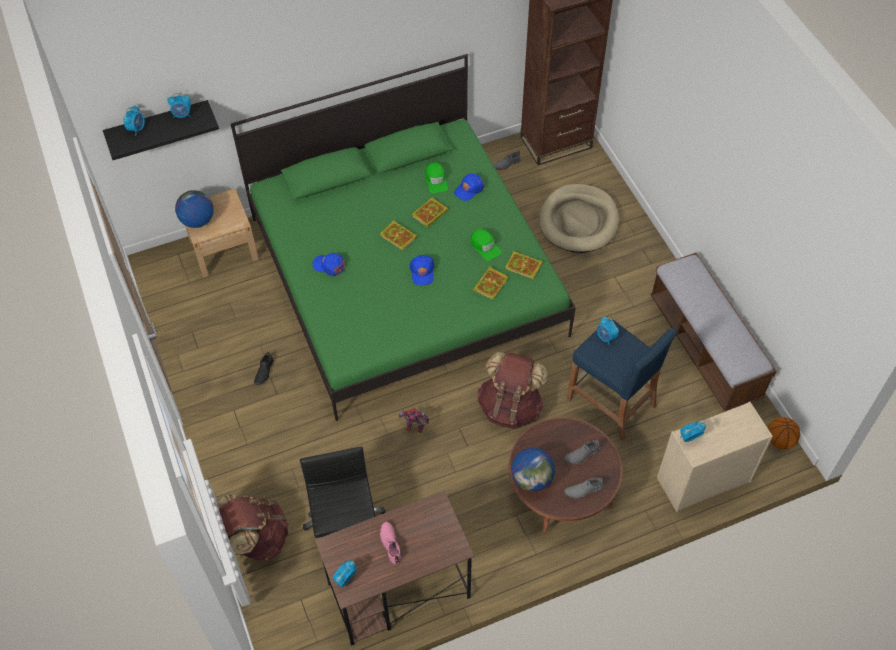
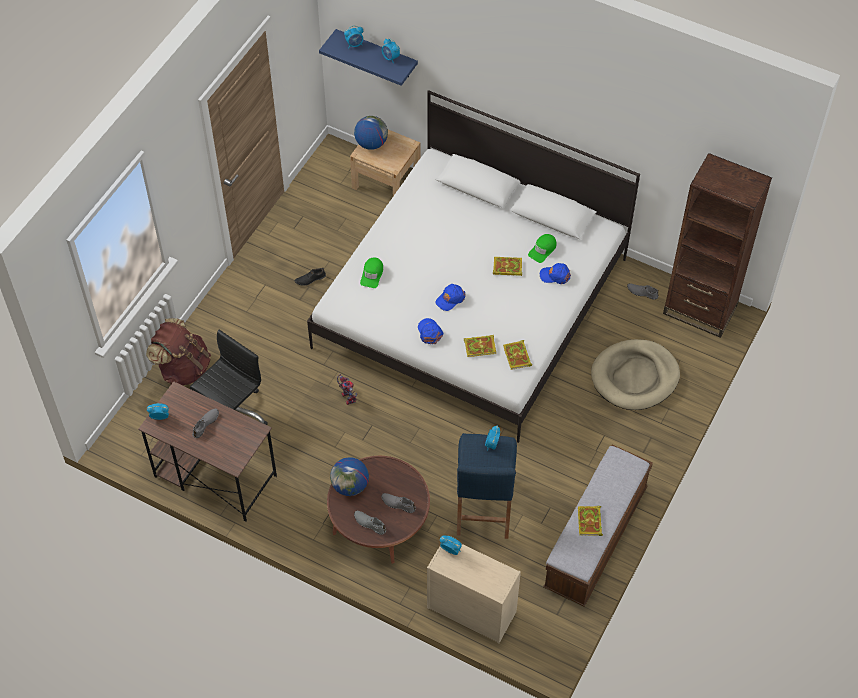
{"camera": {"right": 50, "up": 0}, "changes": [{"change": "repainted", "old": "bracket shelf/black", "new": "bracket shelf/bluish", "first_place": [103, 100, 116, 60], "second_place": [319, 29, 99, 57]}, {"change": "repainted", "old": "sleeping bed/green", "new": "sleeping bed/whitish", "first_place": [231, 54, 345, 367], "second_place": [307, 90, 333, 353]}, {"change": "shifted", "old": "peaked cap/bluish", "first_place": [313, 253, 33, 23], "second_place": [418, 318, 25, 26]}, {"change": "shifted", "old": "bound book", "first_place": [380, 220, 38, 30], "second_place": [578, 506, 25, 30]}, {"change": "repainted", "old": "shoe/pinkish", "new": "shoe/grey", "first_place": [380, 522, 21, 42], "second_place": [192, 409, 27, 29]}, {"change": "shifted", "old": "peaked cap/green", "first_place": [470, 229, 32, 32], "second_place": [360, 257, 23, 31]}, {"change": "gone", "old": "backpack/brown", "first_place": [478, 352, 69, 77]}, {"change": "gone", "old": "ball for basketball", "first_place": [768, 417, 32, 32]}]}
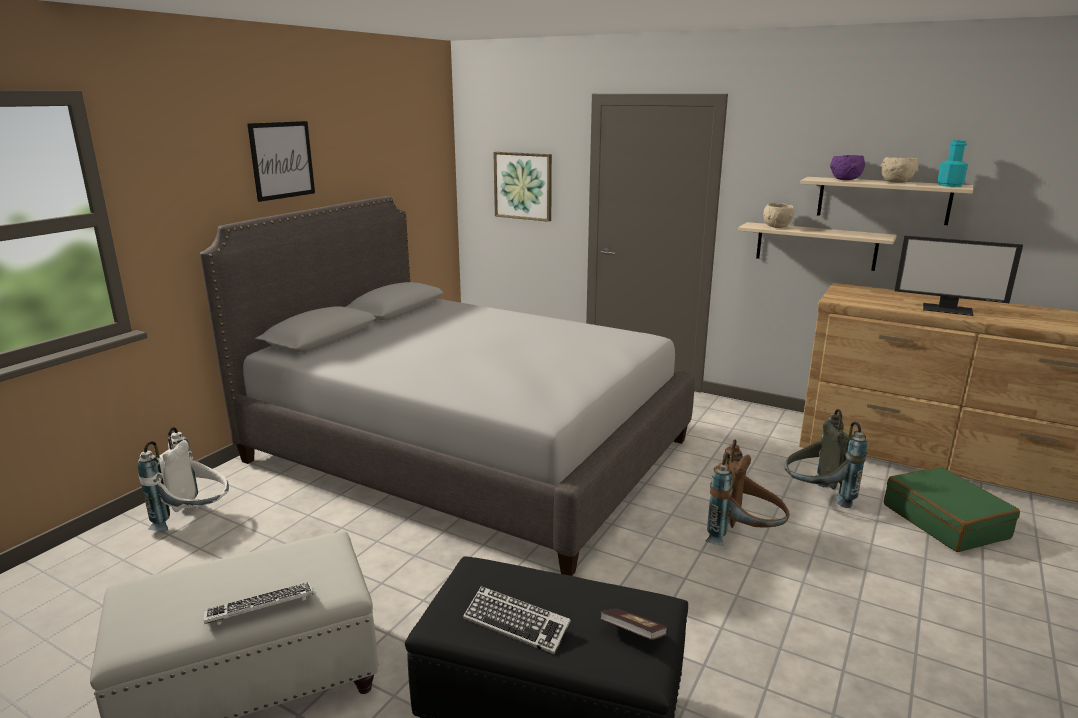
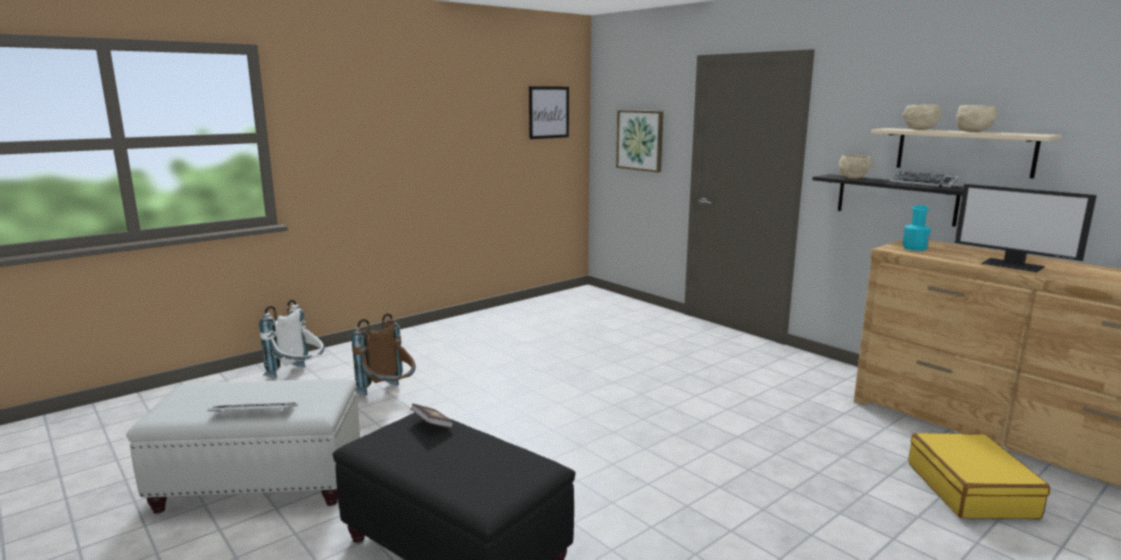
{"camera": {"right": 20, "up": -5}, "changes": [{"change": "gone", "old": "sleeping bed/grey", "first_place": [200, 196, 495, 380]}, {"change": "shifted", "old": "picture", "first_place": [247, 121, 68, 81], "second_place": [529, 86, 40, 53]}, {"change": "shifted", "old": "PC keyboard", "first_place": [463, 586, 108, 69], "second_place": [890, 171, 69, 17]}, {"change": "shifted", "old": "bound book", "first_place": [600, 609, 68, 31], "second_place": [410, 403, 44, 25]}, {"change": "shifted", "old": "backpack/brown", "first_place": [706, 440, 84, 106], "second_place": [352, 313, 64, 82]}, {"change": "repainted", "old": "bracket shelf/beige-coloured", "new": "bracket shelf/black", "first_place": [738, 222, 159, 49], "second_place": [812, 174, 152, 53]}, {"change": "gone", "old": "backpack/grey", "first_place": [785, 409, 82, 99]}, {"change": "repainted", "old": "deep dish/purplish", "new": "deep dish/beige-coloured", "first_place": [830, 155, 35, 25], "second_place": [903, 104, 39, 26]}, {"change": "repainted", "old": "travel case/green", "new": "travel case/yellow", "first_place": [884, 466, 136, 86], "second_place": [908, 433, 142, 86]}, {"change": "shifted", "old": "drink bottle/turquoise", "first_place": [937, 140, 31, 47], "second_place": [902, 205, 29, 46]}]}
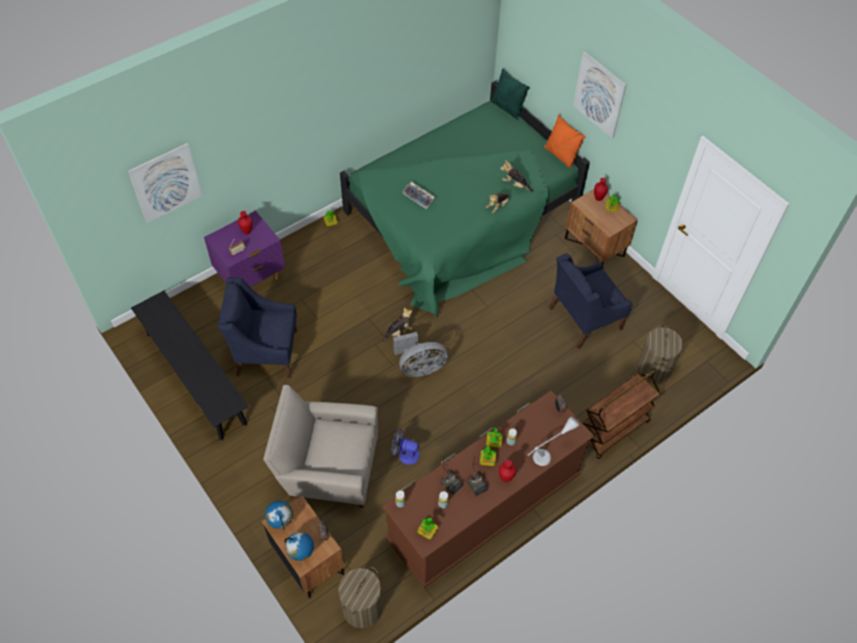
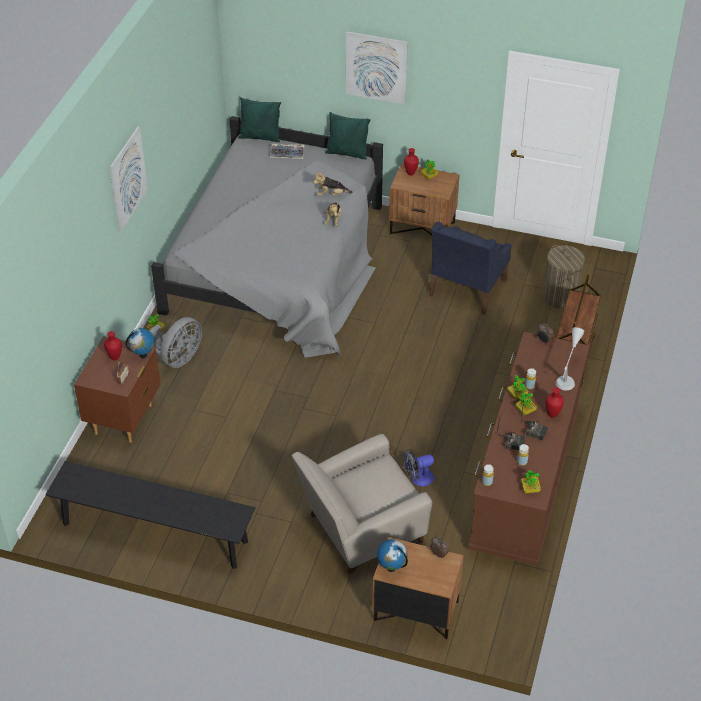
{"camera": {"right": -35, "up": -10}, "changes": [{"change": "shifted", "old": "picture", "first_place": [128, 143, 74, 80], "second_place": [110, 126, 38, 105]}, {"change": "repainted", "old": "bedside table/purplish", "new": "bedside table/brown", "first_place": [204, 211, 81, 76], "second_place": [74, 336, 86, 107]}, {"change": "gone", "old": "armchair/bluish", "first_place": [218, 277, 79, 101]}, {"change": "shifted", "old": "world globe", "first_place": [285, 532, 29, 29], "second_place": [126, 328, 29, 31]}, {"change": "gone", "old": "hamper", "first_place": [338, 567, 45, 61]}, {"change": "repainted", "old": "sleeping bed/green", "new": "sleeping bed/grey", "first_place": [340, 81, 250, 237], "second_place": [151, 116, 232, 242]}, {"change": "gone", "old": "cuddly toy", "first_place": [383, 308, 30, 34]}, {"change": "shifted", "old": "electric fan/grey", "first_place": [393, 332, 55, 45], "second_place": [149, 317, 53, 51]}, {"change": "shifted", "old": "PC keyboard", "first_place": [402, 182, 33, 27], "second_place": [270, 143, 35, 16]}, {"change": "repainted", "old": "pillow/orange-coloured", "new": "pillow/green", "first_place": [544, 115, 42, 53], "second_place": [325, 112, 45, 47]}]}
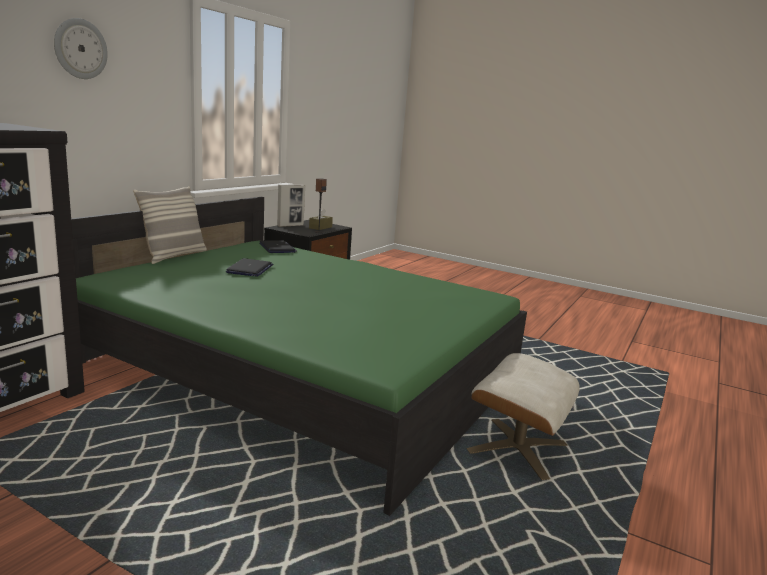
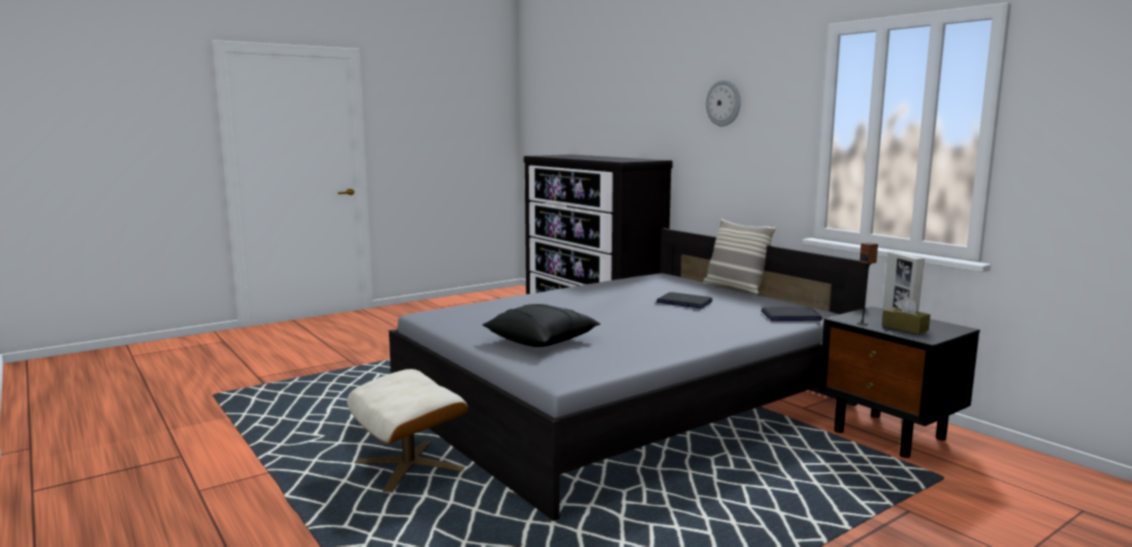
{"camera": {"right": 115, "up": -5}, "changes": [{"change": "repainted", "old": "sleeping bed/green", "new": "sleeping bed/grey", "first_place": [71, 197, 456, 319], "second_place": [389, 228, 477, 293]}, {"change": "new", "new": "pillow/black", "second_place": [482, 304, 118, 43]}]}
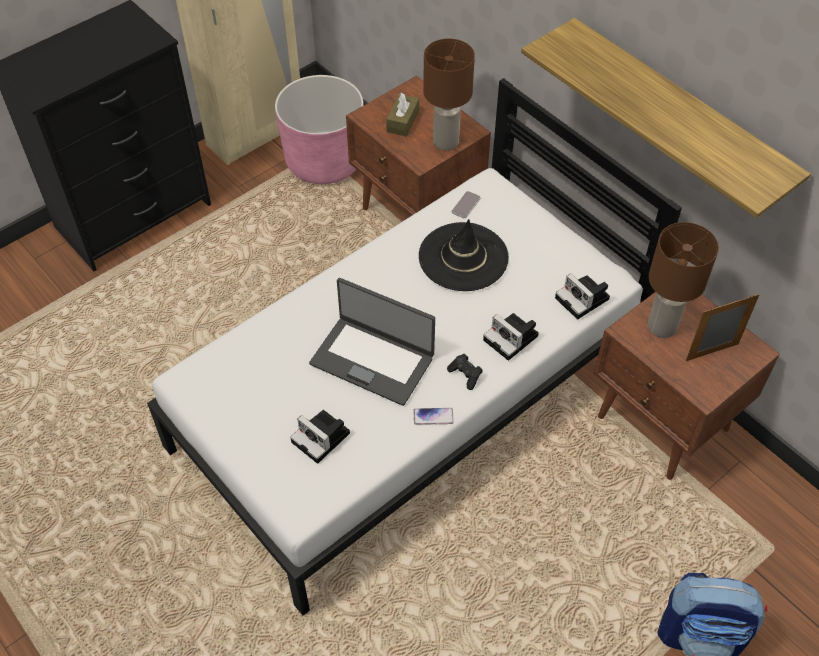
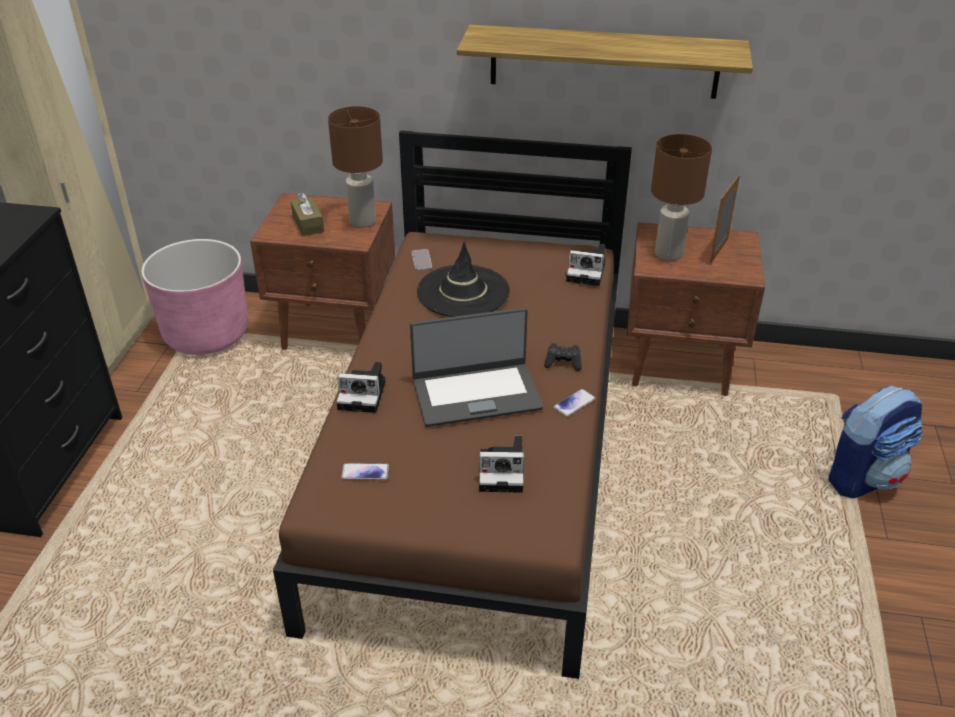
{"camera": {"right": -40, "up": -15}, "changes": [{"change": "repainted", "old": "sleeping bed/whitish", "new": "sleeping bed/brown", "first_place": [147, 78, 535, 537], "second_place": [273, 130, 359, 549]}, {"change": "shifted", "old": "photo camera", "first_place": [483, 313, 56, 48], "second_place": [336, 362, 49, 51]}, {"change": "new", "new": "phone", "second_place": [341, 463, 48, 17]}]}
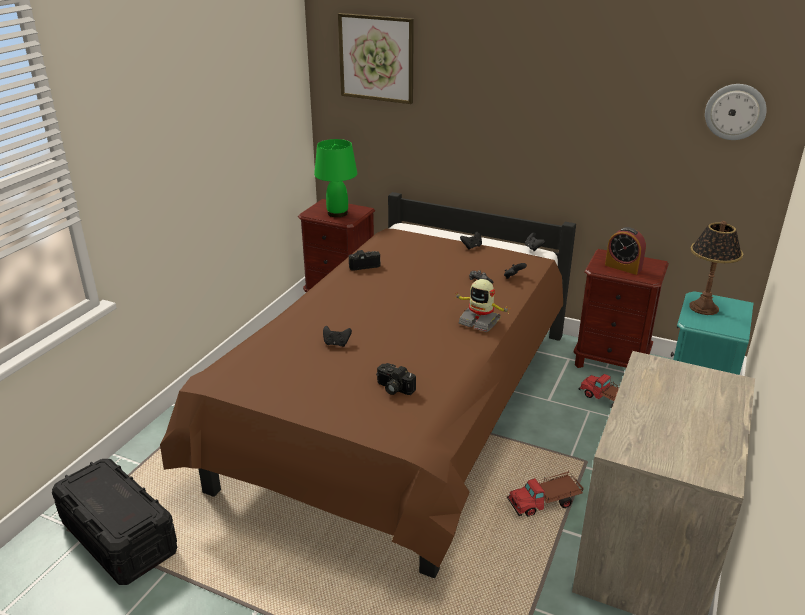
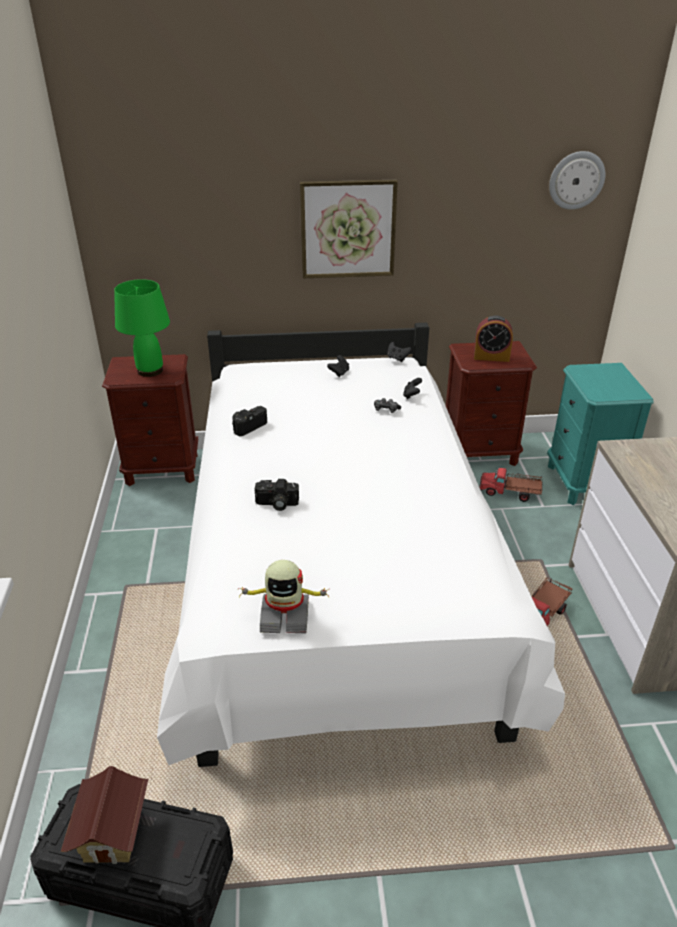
{"camera": {"right": -30, "up": 5}, "changes": [{"change": "repainted", "old": "sleeping bed/brown", "new": "sleeping bed/whitish", "first_place": [160, 192, 416, 386], "second_place": [157, 323, 408, 444]}, {"change": "gone", "old": "game controller/black", "first_place": [323, 326, 29, 21]}, {"change": "shifted", "old": "picture", "first_place": [338, 13, 76, 91], "second_place": [300, 180, 98, 98]}, {"change": "shifted", "old": "photo camera", "first_place": [376, 363, 40, 32], "second_place": [255, 479, 44, 32]}, {"change": "shifted", "old": "robot figure", "first_place": [454, 279, 57, 53], "second_place": [237, 560, 93, 74]}, {"change": "gone", "old": "lamp for a table", "first_place": [689, 221, 55, 94]}, {"change": "new", "new": "model house", "second_place": [61, 766, 87, 98]}]}
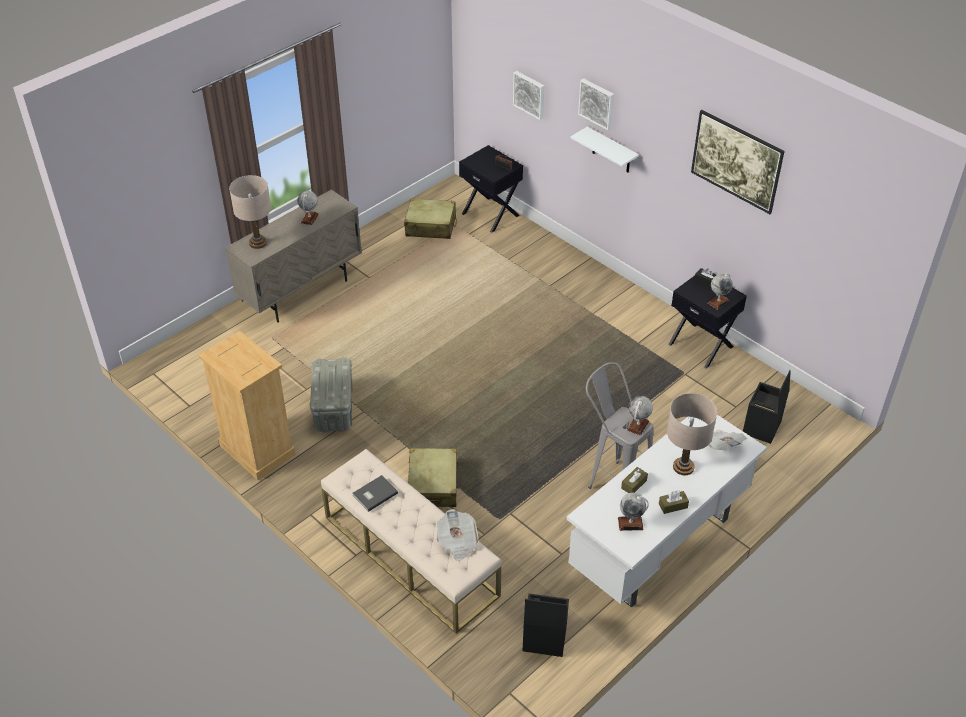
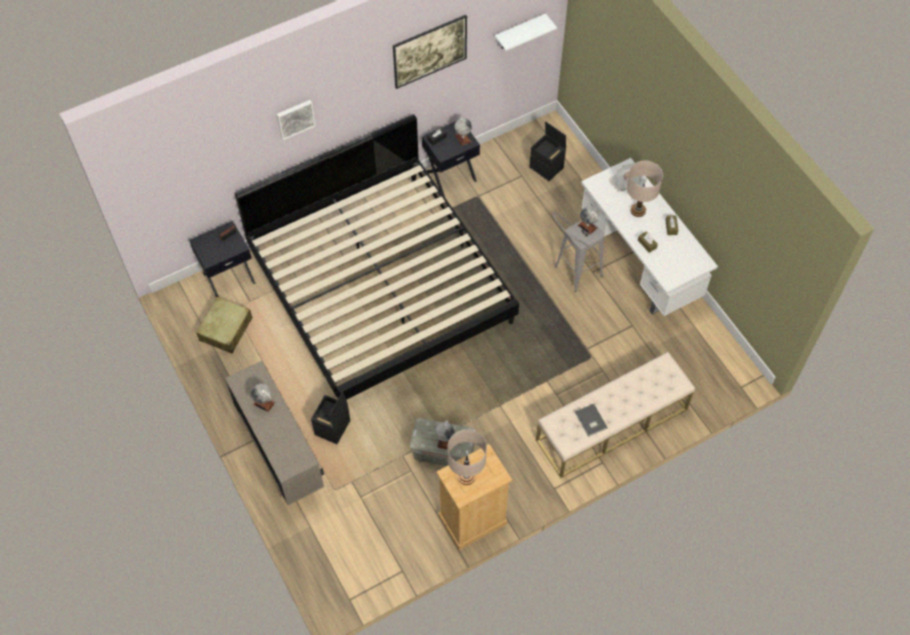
{"camera": {"right": -75, "up": 15}, "changes": [{"change": "shifted", "old": "lamp for a table/beige-coloured", "first_place": [229, 175, 42, 74], "second_place": [448, 430, 39, 55]}, {"change": "gone", "old": "travel case/beige-coloured", "first_place": [408, 448, 51, 59]}, {"change": "gone", "old": "daily paper", "first_place": [437, 509, 42, 52]}, {"change": "gone", "old": "picture", "first_place": [513, 71, 31, 49]}, {"change": "shifted", "old": "storage container/black", "first_place": [523, 594, 46, 63], "second_place": [311, 391, 39, 53]}, {"change": "shifted", "old": "bracket shelf/whitish", "first_place": [570, 127, 69, 46], "second_place": [495, 13, 62, 38]}, {"change": "shifted", "old": "world globe", "first_place": [618, 493, 31, 38], "second_place": [435, 420, 20, 30]}, {"change": "new", "new": "sleeping bed", "second_place": [235, 114, 284, 286]}]}
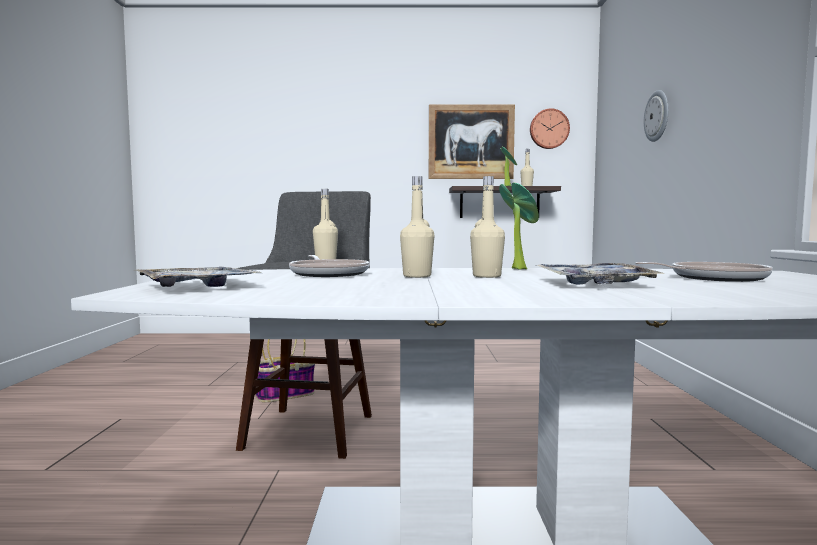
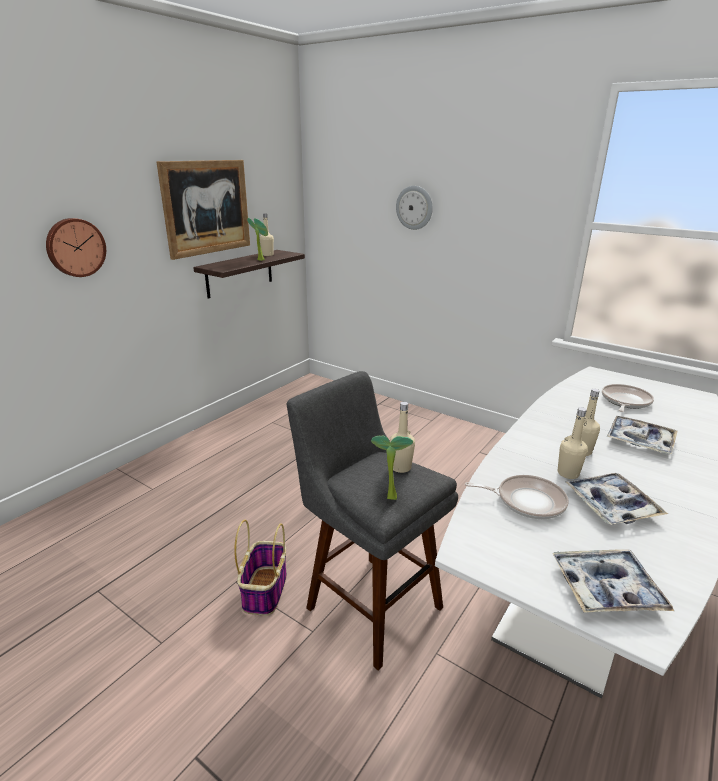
{"camera": {"right": -55, "up": 20}, "changes": [{"change": "shifted", "old": "houseplant", "first_place": [499, 183, 40, 86], "second_place": [371, 436, 42, 64]}, {"change": "shifted", "old": "clock on the wall", "first_place": [530, 108, 40, 41], "second_place": [46, 218, 60, 59]}, {"change": "new", "new": "tray", "second_place": [566, 473, 102, 52]}]}
